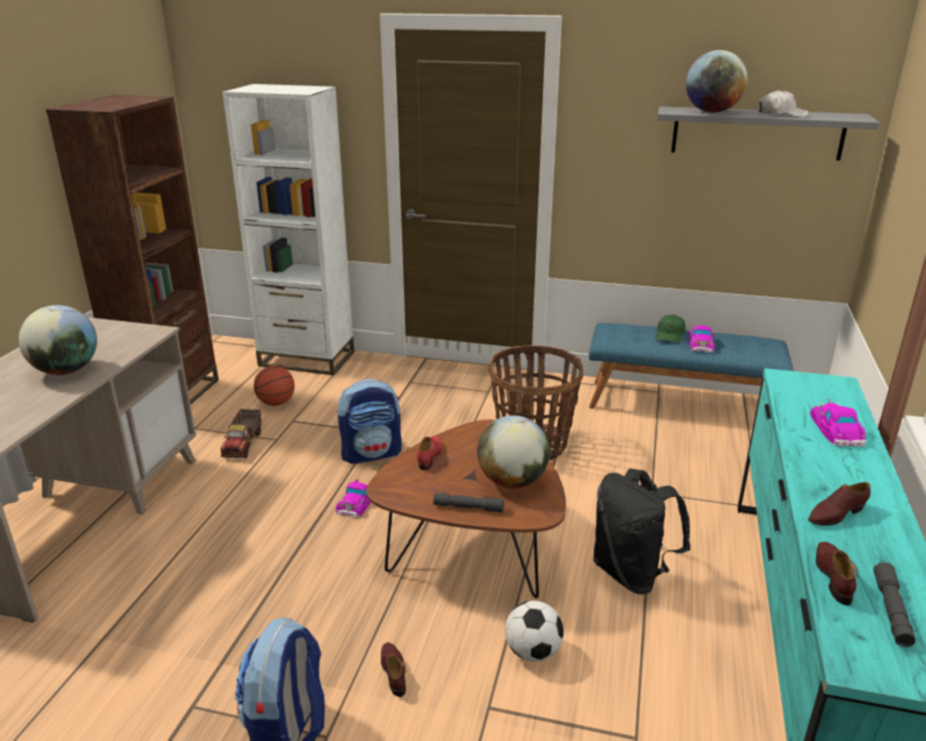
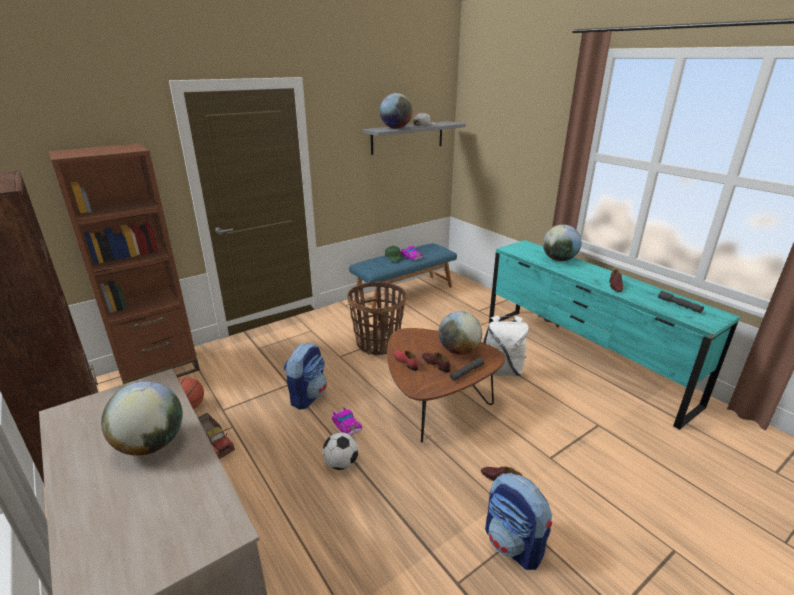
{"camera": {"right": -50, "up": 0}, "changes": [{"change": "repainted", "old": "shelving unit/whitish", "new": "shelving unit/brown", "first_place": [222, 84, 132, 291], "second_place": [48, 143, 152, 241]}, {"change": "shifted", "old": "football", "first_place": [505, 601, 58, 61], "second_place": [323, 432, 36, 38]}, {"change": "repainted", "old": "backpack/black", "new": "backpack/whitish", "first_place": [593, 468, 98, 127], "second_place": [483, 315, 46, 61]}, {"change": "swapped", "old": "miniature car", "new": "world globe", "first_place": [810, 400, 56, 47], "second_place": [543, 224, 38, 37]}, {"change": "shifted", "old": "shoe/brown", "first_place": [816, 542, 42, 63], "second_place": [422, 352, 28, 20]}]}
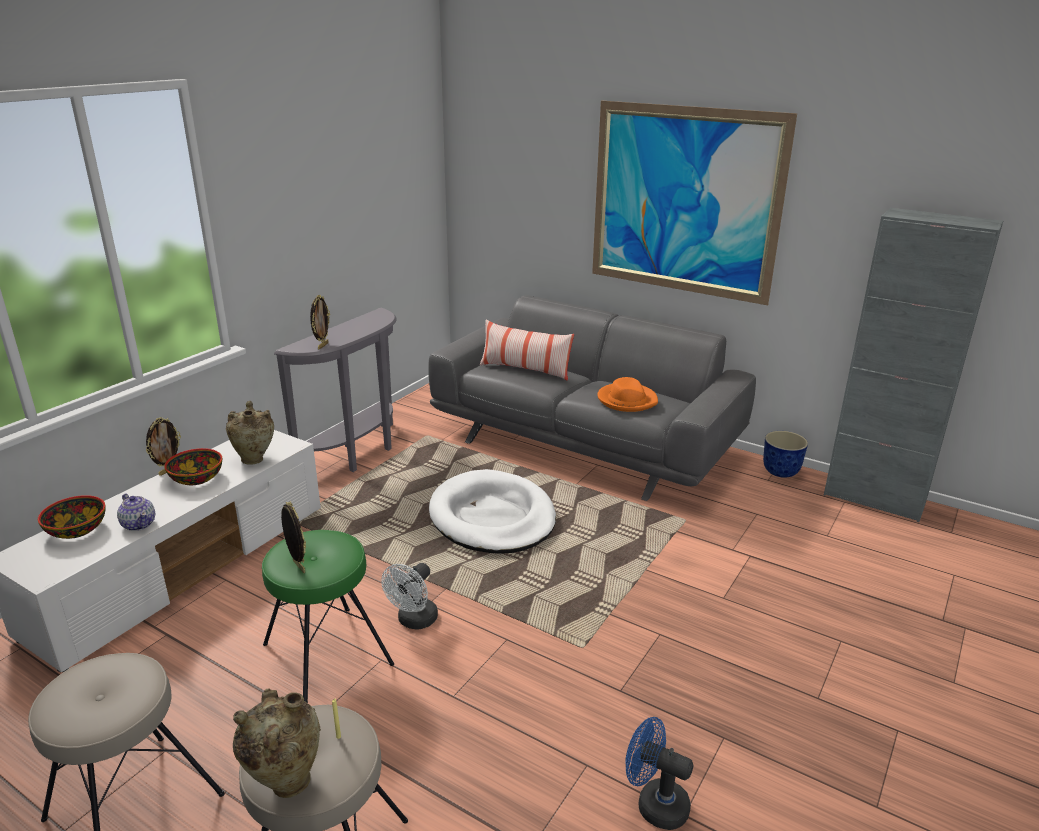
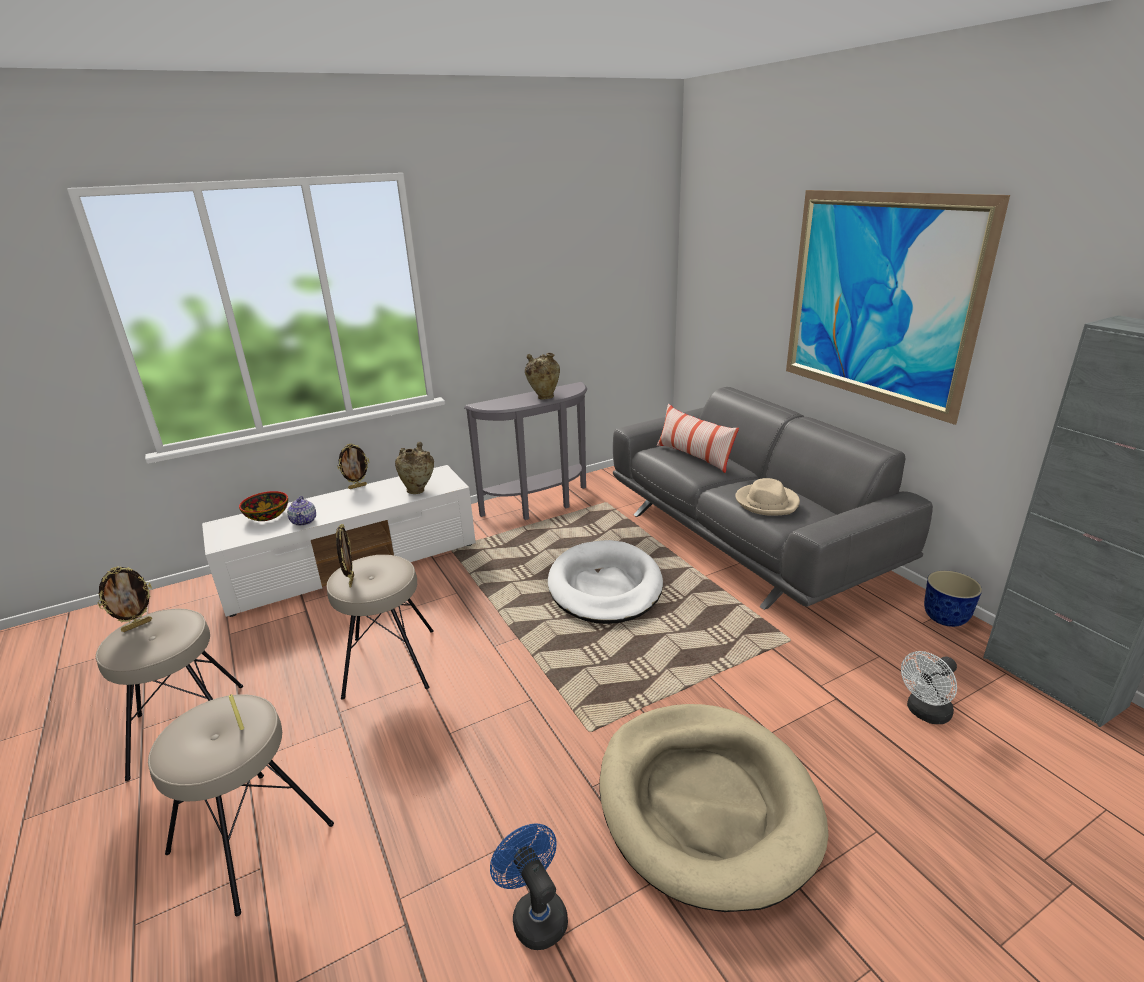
{"camera": {"right": 30, "up": 0}, "changes": [{"change": "gone", "old": "deep dish", "first_place": [164, 448, 58, 37]}, {"change": "shifted", "old": "decorative vase/beige-coloured", "first_place": [233, 688, 88, 110], "second_place": [525, 353, 35, 46]}, {"change": "repainted", "old": "stool seat/green", "new": "stool seat/beige-coloured", "first_place": [262, 530, 132, 173], "second_place": [327, 555, 107, 145]}, {"change": "shifted", "old": "picture frame", "first_place": [310, 295, 20, 55], "second_place": [98, 567, 54, 65]}, {"change": "shifted", "old": "electric fan/whitish", "first_place": [381, 563, 57, 67], "second_place": [901, 651, 56, 73]}, {"change": "repainted", "old": "wearable hat/orange-coloured", "new": "wearable hat/beige-coloured", "first_place": [597, 377, 61, 35], "second_place": [735, 478, 65, 38]}, {"change": "new", "new": "dog bed/beige-coloured", "second_place": [599, 704, 230, 208]}]}
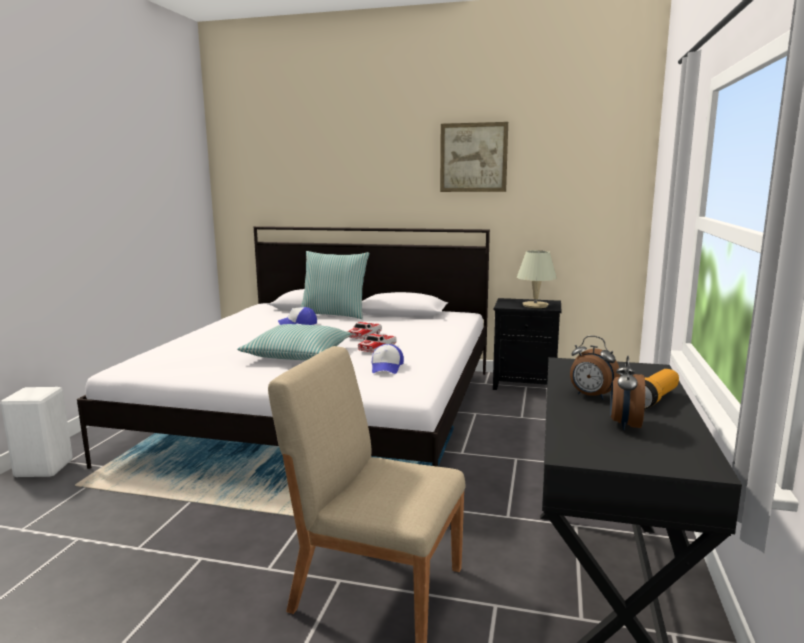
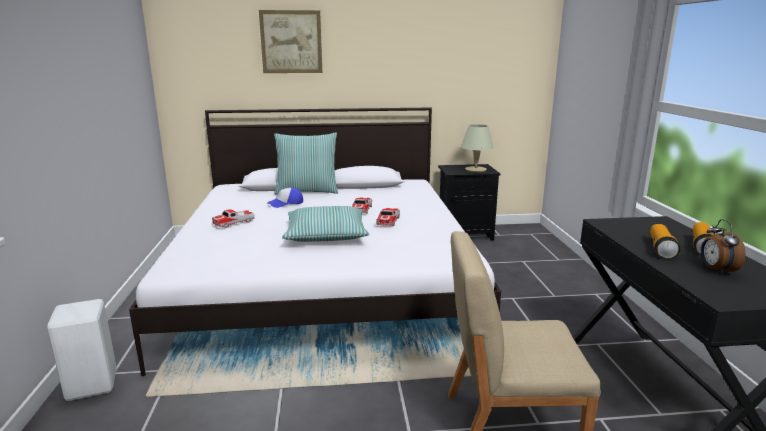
{"camera": {"right": -20, "up": 5}, "changes": [{"change": "gone", "old": "peaked cap", "first_place": [372, 344, 32, 30]}, {"change": "shifted", "old": "picture", "first_place": [440, 122, 68, 70], "second_place": [259, 10, 63, 63]}, {"change": "swapped", "old": "alarm clock", "new": "torch", "first_place": [570, 336, 50, 63], "second_place": [650, 224, 31, 35]}, {"change": "new", "new": "miniature car", "second_place": [212, 209, 43, 19]}]}
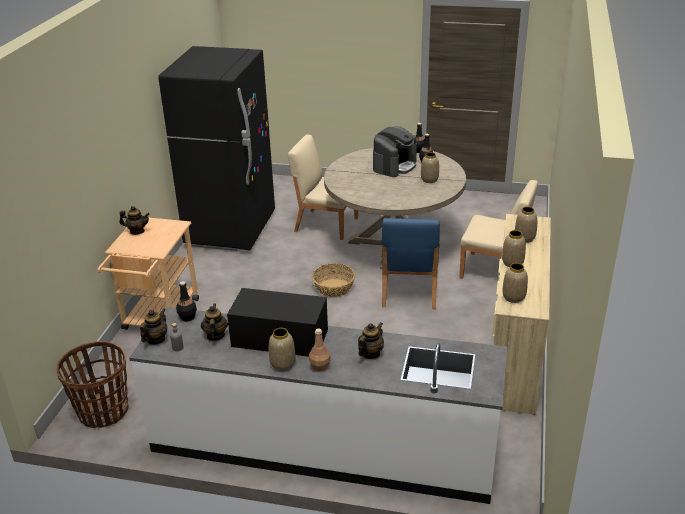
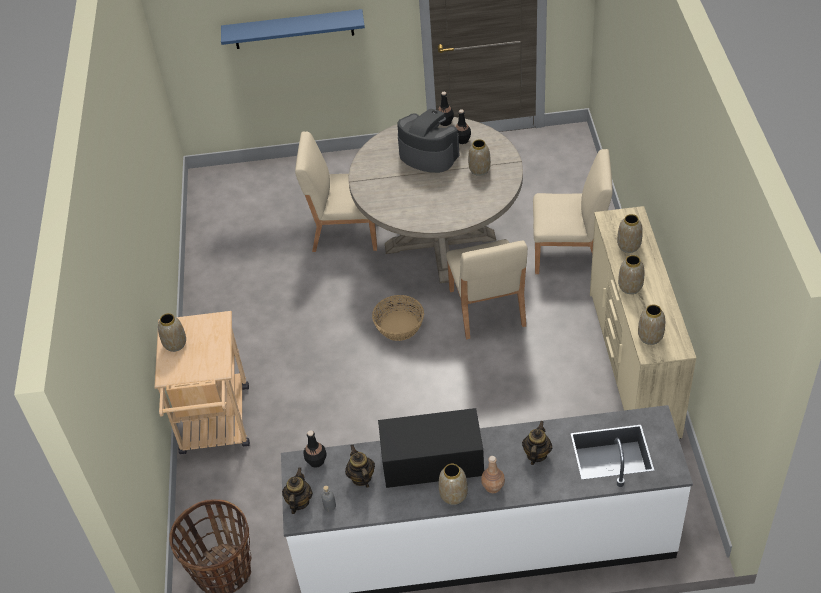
{"camera": {"right": -15, "up": 15}, "changes": [{"change": "swapped", "old": "tea pot", "new": "decorative vase", "first_place": [120, 206, 30, 29], "second_place": [158, 313, 28, 39]}, {"change": "gone", "old": "kitchen fridge/black", "first_place": [158, 46, 117, 205]}, {"change": "rotated", "old": "coffee machine", "first_place": [373, 126, 44, 51], "second_place": [397, 109, 62, 64], "degrees": -75}, {"change": "repainted", "old": "plain chair/bluish", "new": "plain chair/beige-coloured", "first_place": [381, 218, 59, 91], "second_place": [446, 239, 82, 100]}, {"change": "new", "new": "bracket shelf/bluish", "second_place": [221, 9, 144, 40]}]}
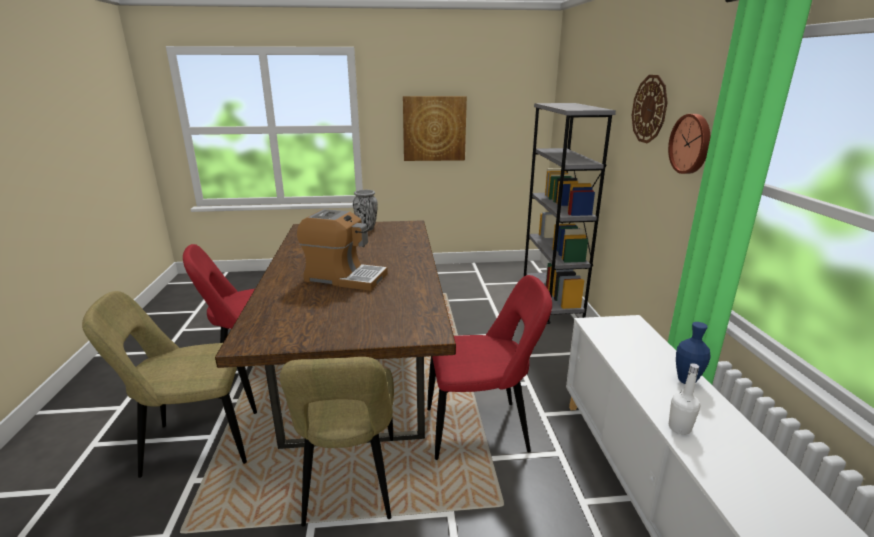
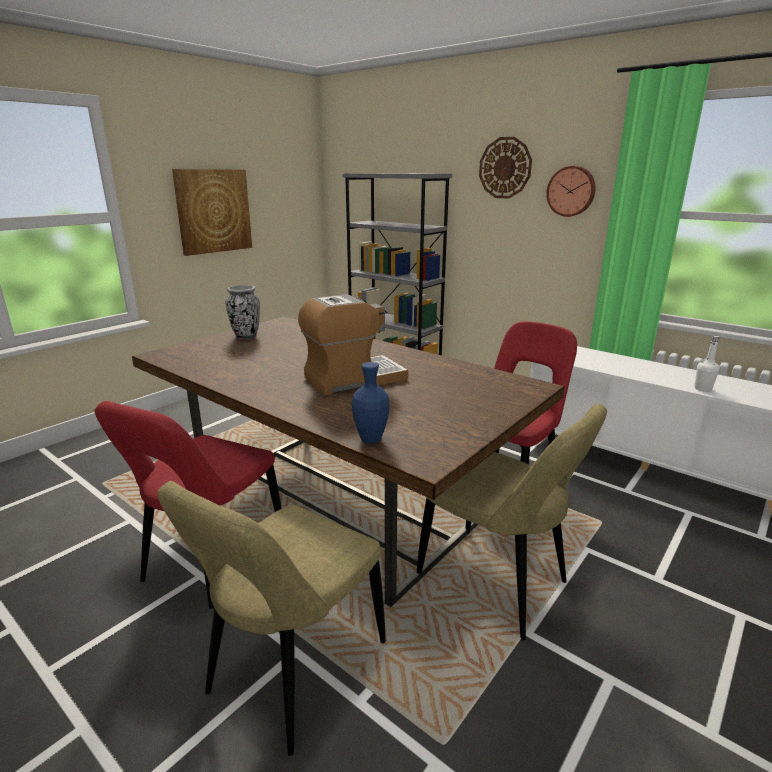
{"camera": {"right": -45, "up": 0}, "changes": [{"change": "shifted", "old": "decorative vase/bluish", "first_place": [676, 322, 35, 62], "second_place": [351, 362, 39, 82]}]}
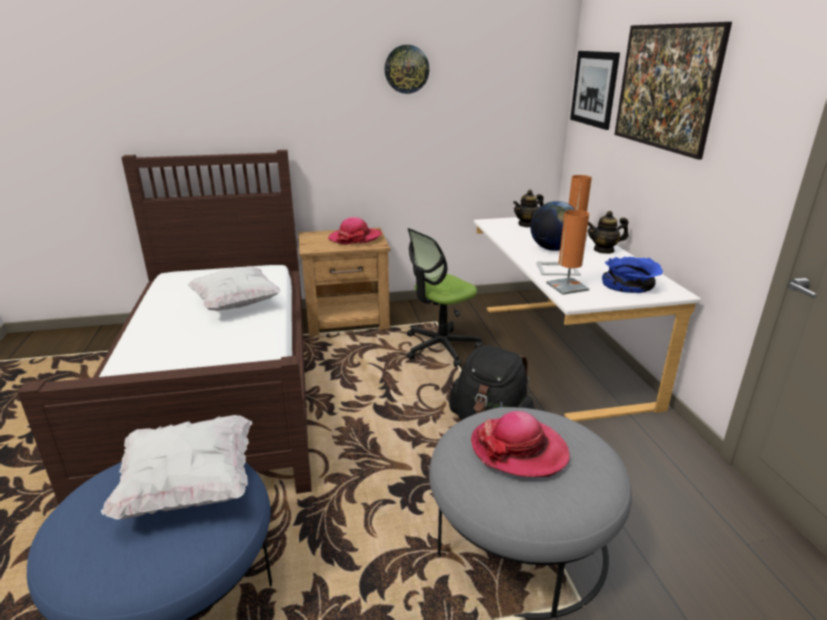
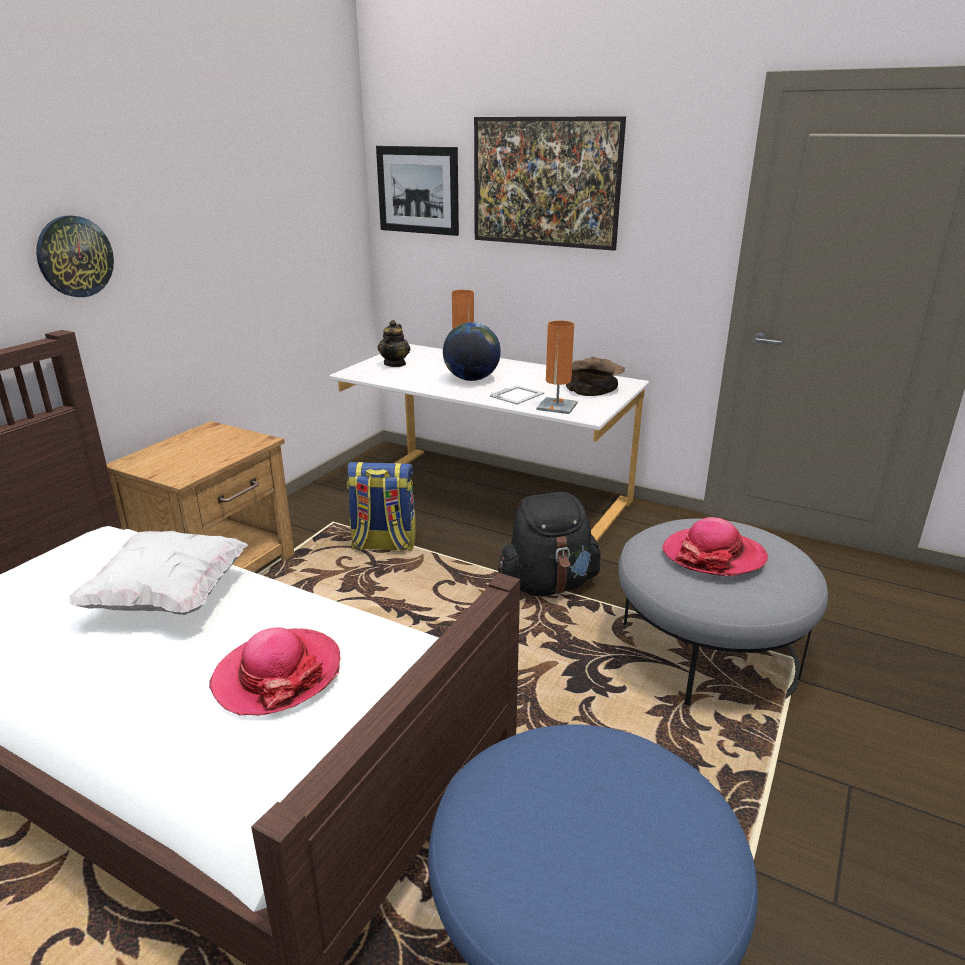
{"camera": {"right": -50, "up": 0}, "changes": [{"change": "gone", "old": "pillow/whitish", "first_place": [101, 415, 151, 104]}, {"change": "shifted", "old": "wearable hat", "first_place": [328, 217, 54, 28], "second_place": [209, 627, 131, 88]}, {"change": "shifted", "old": "clock on the wall", "first_place": [385, 45, 44, 49], "second_place": [36, 215, 78, 82]}, {"change": "swapped", "old": "computer chair", "new": "backpack", "first_place": [407, 228, 75, 139], "second_place": [347, 462, 69, 89]}, {"change": "gone", "old": "tea pot", "first_place": [587, 211, 42, 43]}, {"change": "repainted", "old": "deep dish/bluish", "new": "deep dish/brown", "first_place": [602, 257, 61, 36], "second_place": [566, 357, 59, 39]}]}
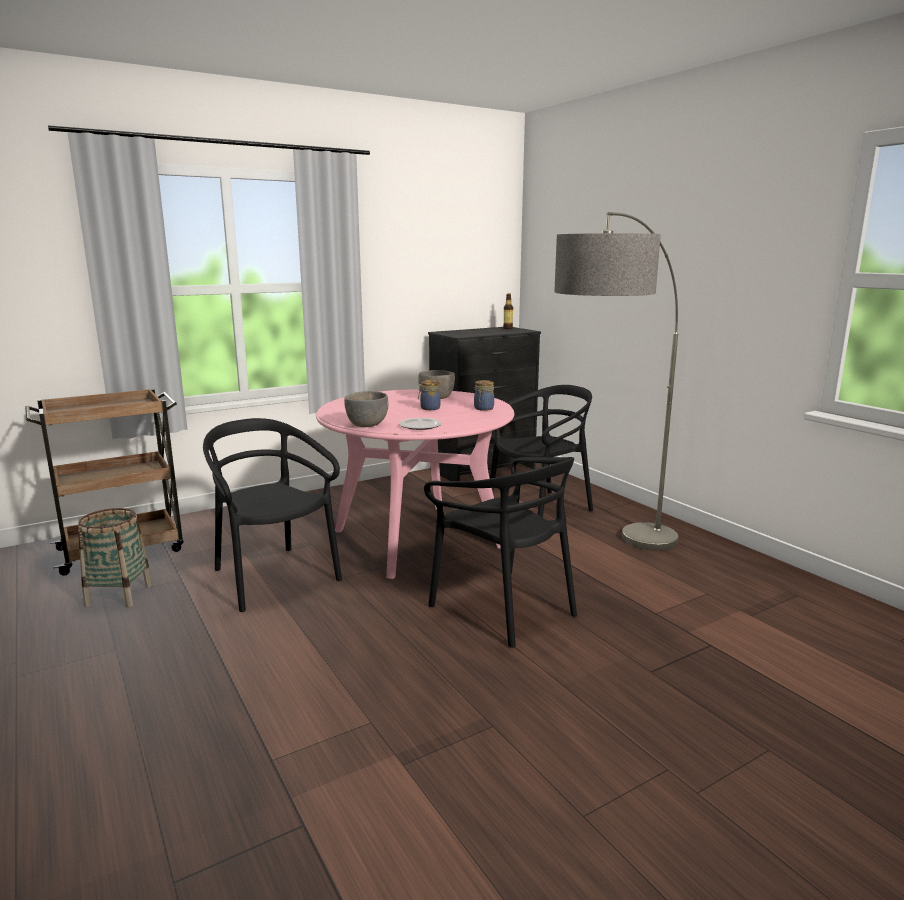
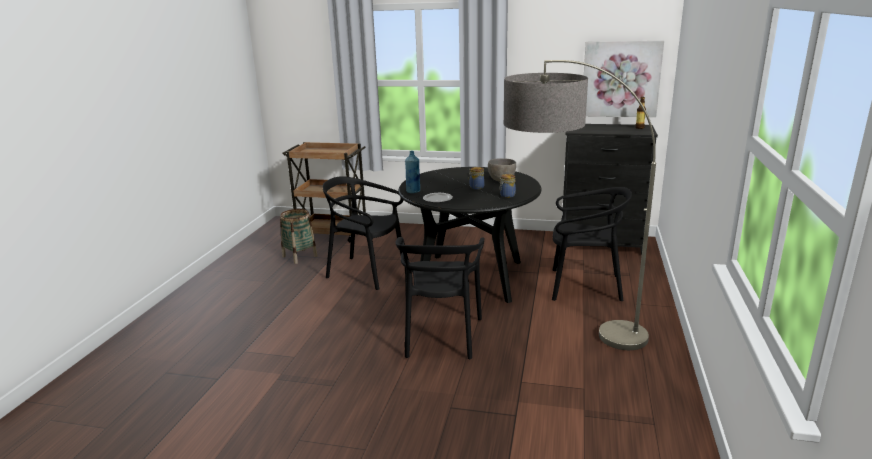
{"camera": {"right": 45, "up": 5}, "changes": [{"change": "rotated", "old": "plain chair/black", "first_place": [203, 418, 139, 194], "second_place": [323, 176, 80, 114], "degrees": -75}, {"change": "repainted", "old": "dining table/pinkish", "new": "dining table/black", "first_place": [316, 390, 198, 189], "second_place": [398, 167, 144, 136]}, {"change": "swapped", "old": "deep dish/grey", "new": "drink bottle/bluish", "first_place": [344, 391, 44, 36], "second_place": [405, 151, 15, 42]}, {"change": "new", "new": "picture", "second_place": [584, 41, 80, 76]}]}
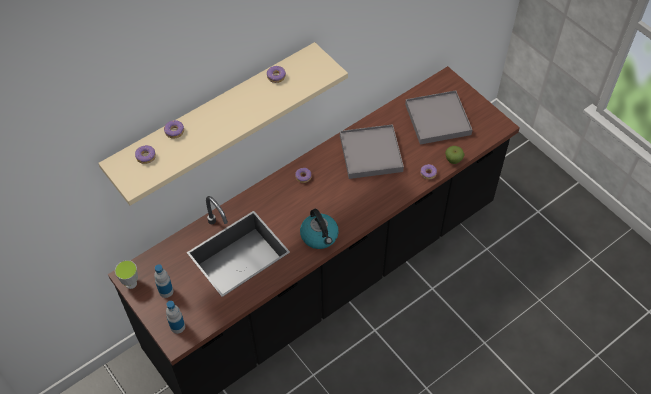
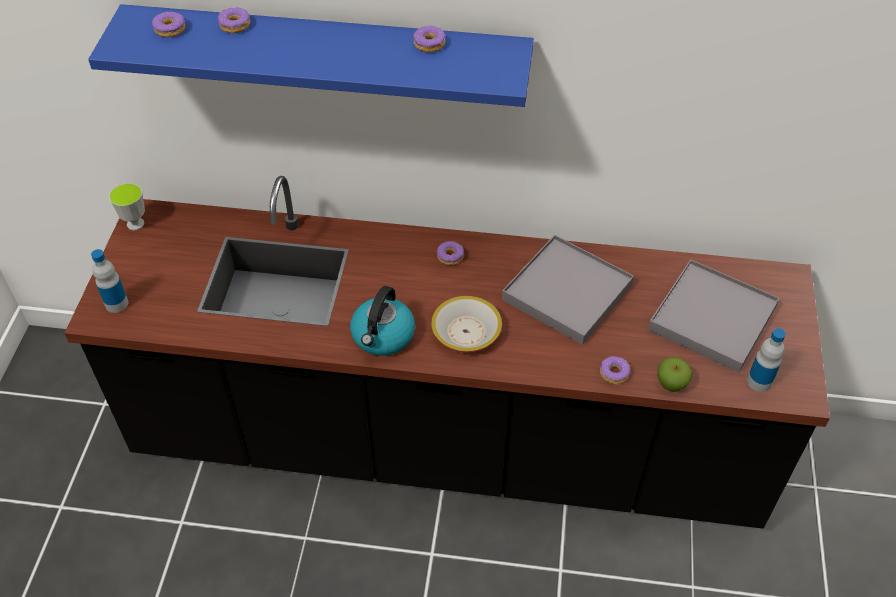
{"camera": {"right": 45, "up": -5}, "changes": [{"change": "repainted", "old": "bracket shelf/beige-coloured", "new": "bracket shelf/bluish", "first_place": [98, 42, 250, 164], "second_place": [88, 4, 446, 103]}, {"change": "shifted", "old": "drink bottle", "first_place": [154, 264, 19, 34], "second_place": [747, 328, 39, 64]}, {"change": "new", "new": "deep dish", "second_place": [431, 296, 71, 56]}]}
